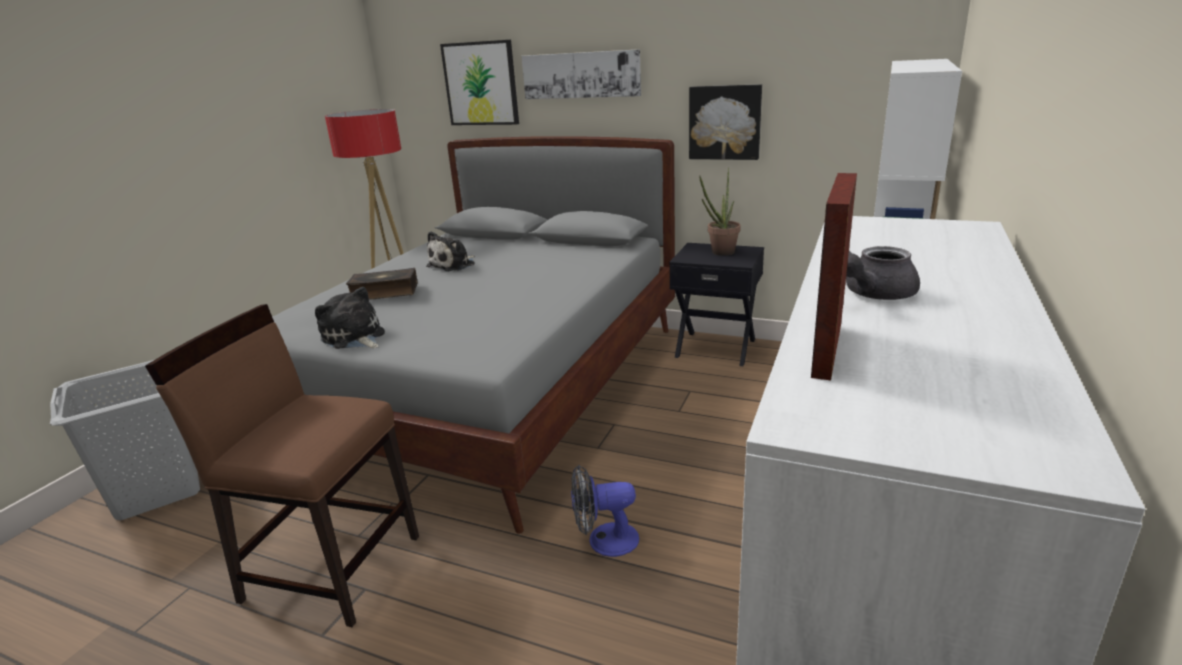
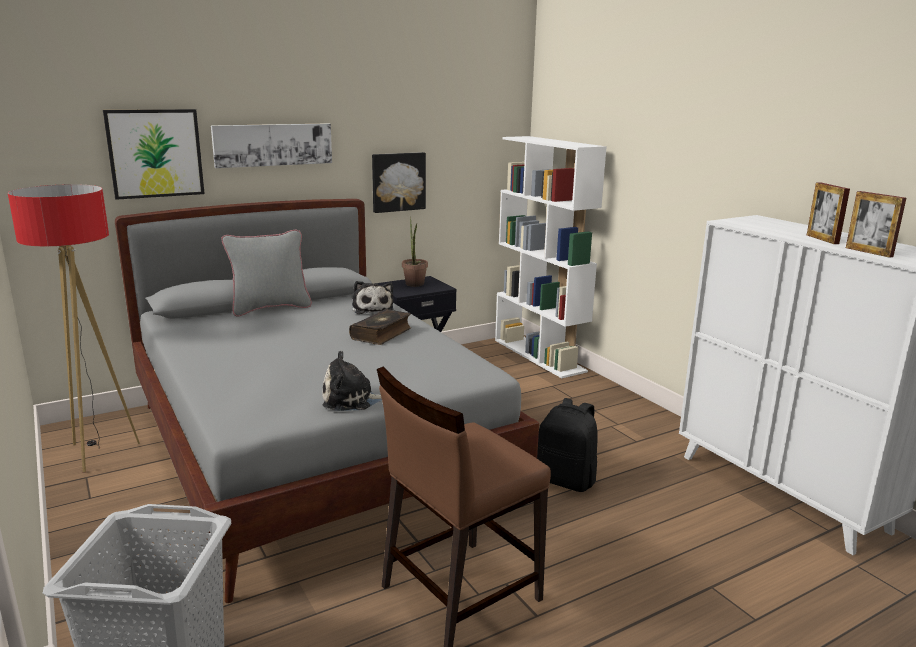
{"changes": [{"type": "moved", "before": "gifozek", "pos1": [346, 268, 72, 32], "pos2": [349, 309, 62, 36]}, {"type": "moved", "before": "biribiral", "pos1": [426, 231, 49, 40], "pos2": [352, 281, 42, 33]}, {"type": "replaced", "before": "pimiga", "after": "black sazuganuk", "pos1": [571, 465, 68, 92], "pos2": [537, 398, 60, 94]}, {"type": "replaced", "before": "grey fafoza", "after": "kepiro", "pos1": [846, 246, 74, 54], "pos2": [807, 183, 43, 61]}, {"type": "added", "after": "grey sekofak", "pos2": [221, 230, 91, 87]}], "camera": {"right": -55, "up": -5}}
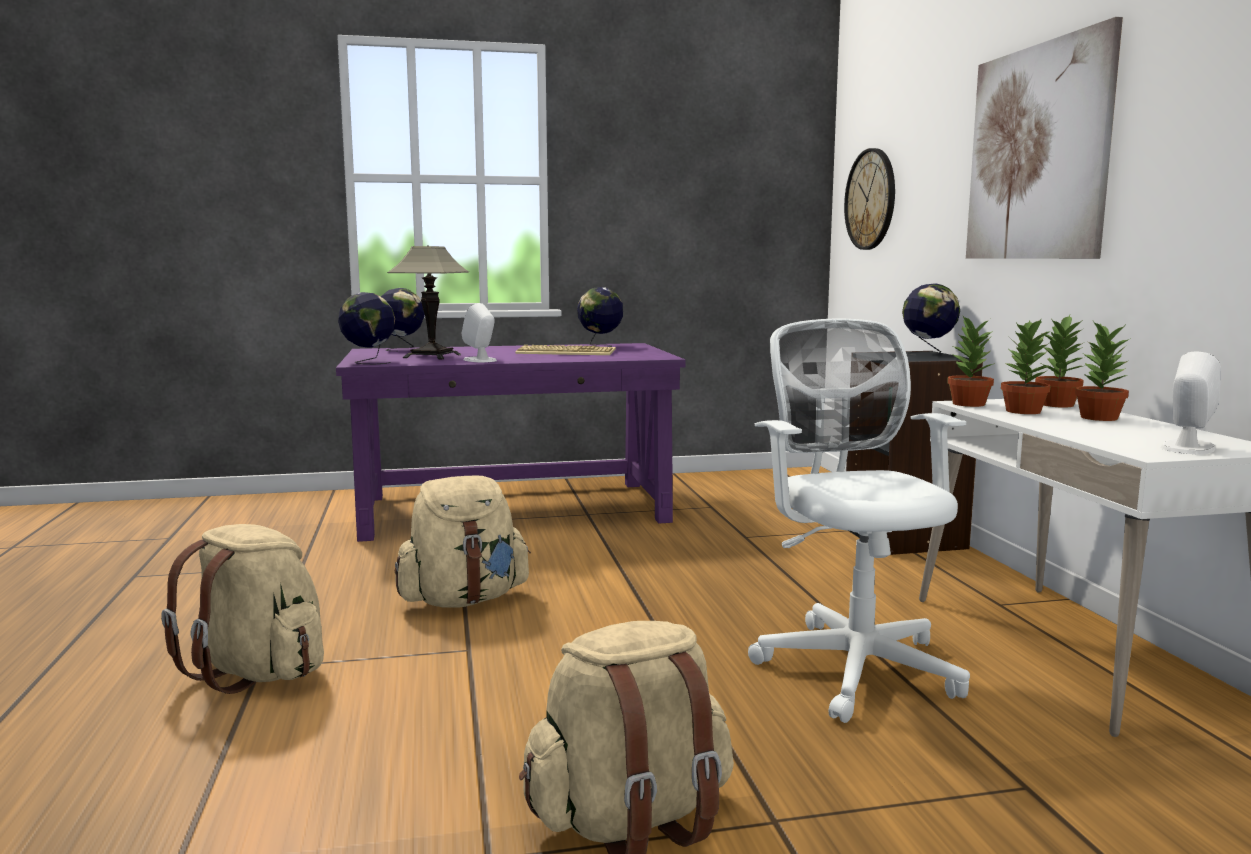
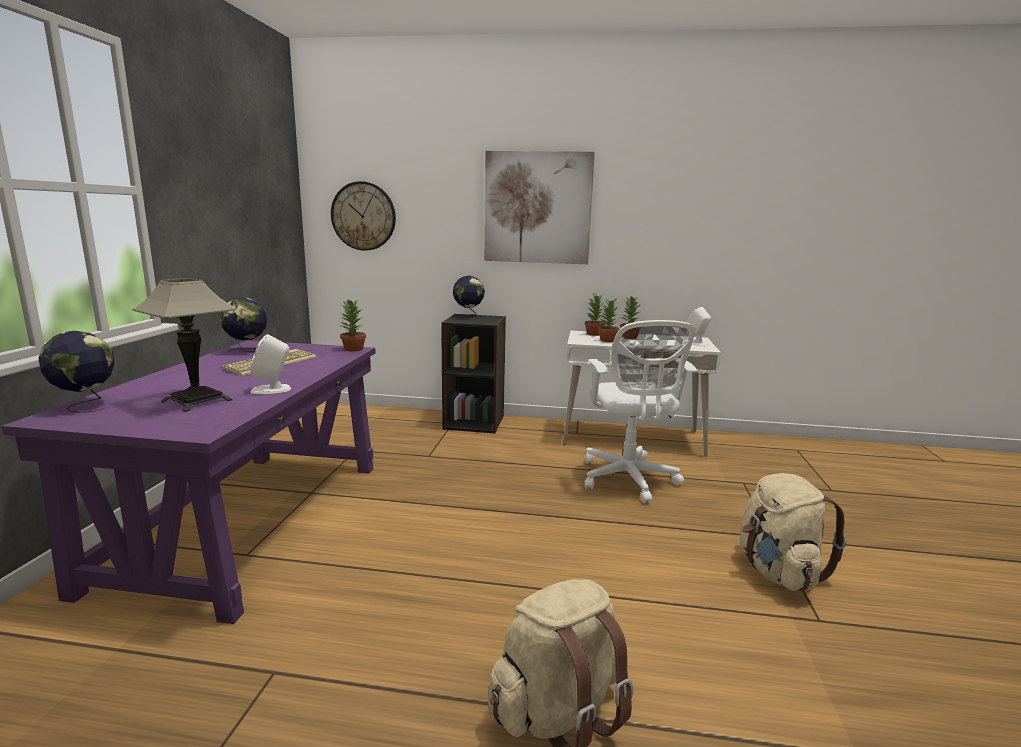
{"changes": [{"type": "removed", "before": "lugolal", "pos1": [338, 292, 57, 72]}, {"type": "removed", "before": "beige sazuganuk", "pos1": [395, 475, 136, 133]}, {"type": "turned", "before": "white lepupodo", "pos1": [748, 319, 222, 404], "pos2": [585, 320, 112, 183], "turn": -105}, {"type": "moved", "before": "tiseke", "pos1": [947, 316, 48, 91], "pos2": [339, 299, 27, 52]}], "camera": {"right": -70, "up": 5}}
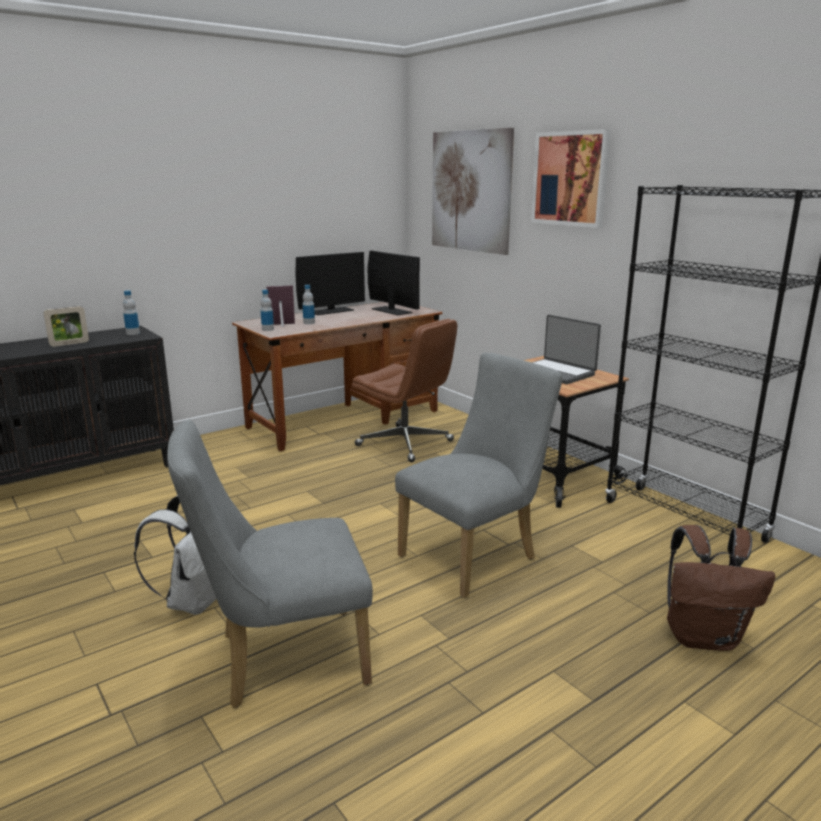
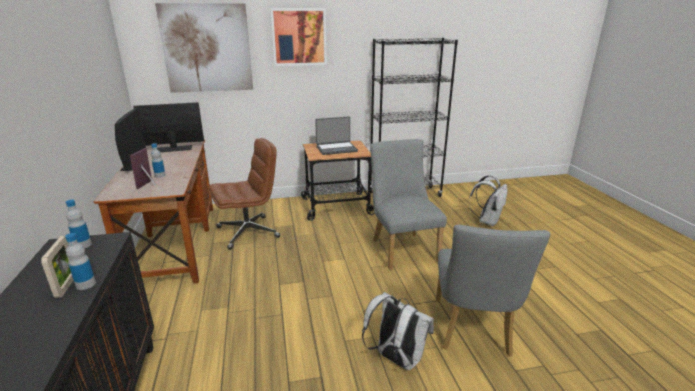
{"changes": [{"type": "moved", "before": "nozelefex", "pos1": [261, 290, 13, 41], "pos2": [65, 233, 31, 57]}, {"type": "recoloured", "before": "brown sazuganuk", "after": "white sazuganuk", "pos1": [667, 525, 108, 126], "pos2": [468, 175, 39, 51]}], "camera": {"right": -65, "up": 5}}
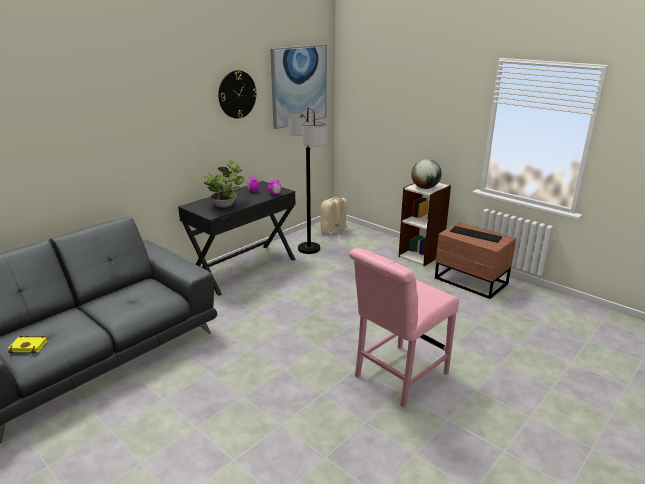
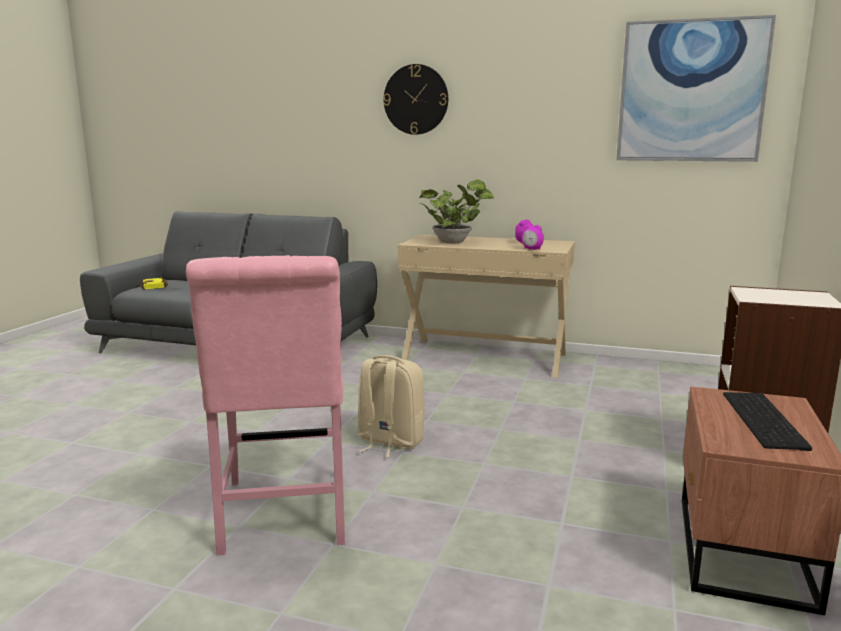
{"changes": [{"type": "recoloured", "before": "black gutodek", "after": "beige gutodek", "pos1": [178, 181, 118, 115], "pos2": [398, 235, 177, 143]}, {"type": "moved", "before": "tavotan", "pos1": [218, 70, 39, 49], "pos2": [383, 64, 65, 71]}, {"type": "removed", "before": "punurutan", "pos1": [288, 107, 40, 147]}, {"type": "moved", "before": "beige sazuganuk", "pos1": [320, 197, 29, 40], "pos2": [357, 355, 68, 103]}, {"type": "turned", "before": "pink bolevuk", "pos1": [349, 248, 110, 160], "pos2": [186, 255, 159, 300], "turn": -120}, {"type": "removed", "before": "lugolal", "pos1": [411, 159, 31, 30]}], "camera": {"right": 65, "up": -10}}
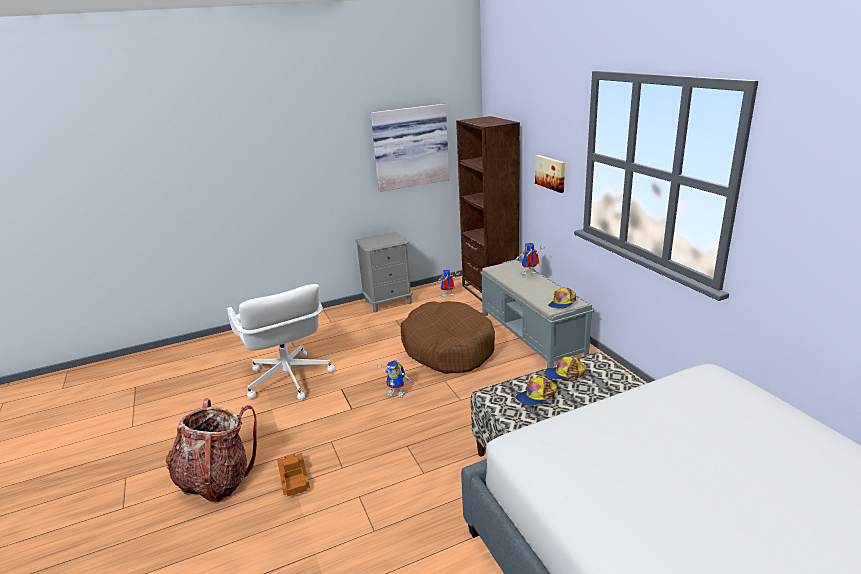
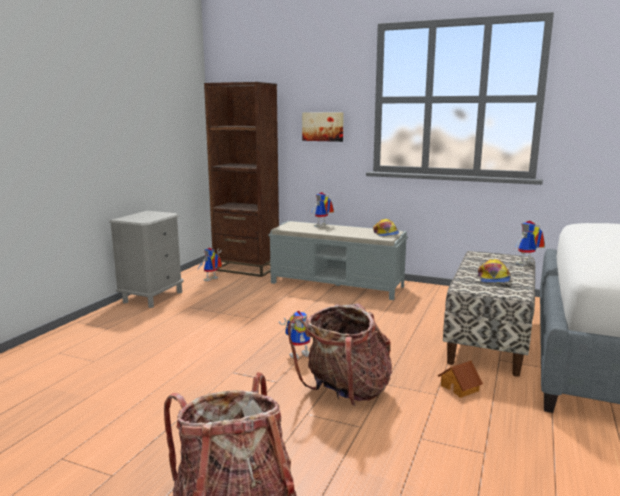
{"changes": [{"type": "removed", "before": "white lepupodo", "pos1": [227, 284, 108, 116]}, {"type": "removed", "before": "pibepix", "pos1": [277, 453, 33, 43]}, {"type": "removed", "before": "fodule", "pos1": [371, 104, 78, 88]}, {"type": "removed", "before": "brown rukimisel", "pos1": [401, 301, 94, 73]}, {"type": "removed", "before": "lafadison", "pos1": [545, 357, 42, 22]}, {"type": "added", "after": "sazuganuk", "pos2": [288, 303, 104, 103]}, {"type": "added", "after": "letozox", "pos2": [438, 361, 45, 37]}, {"type": "added", "after": "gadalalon", "pos2": [514, 221, 31, 44]}], "camera": {"right": -45, "up": -10}}
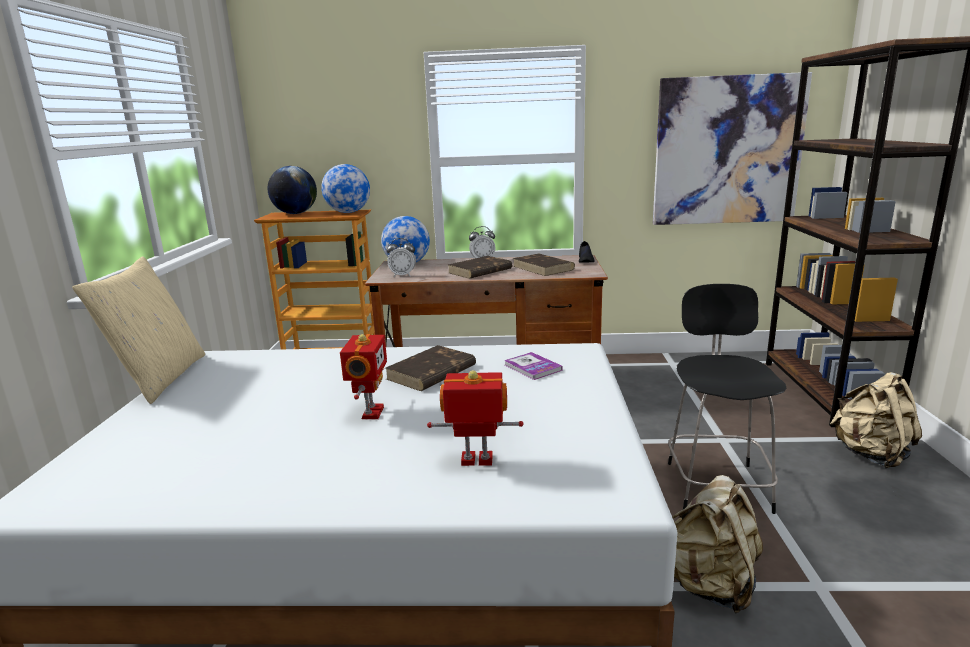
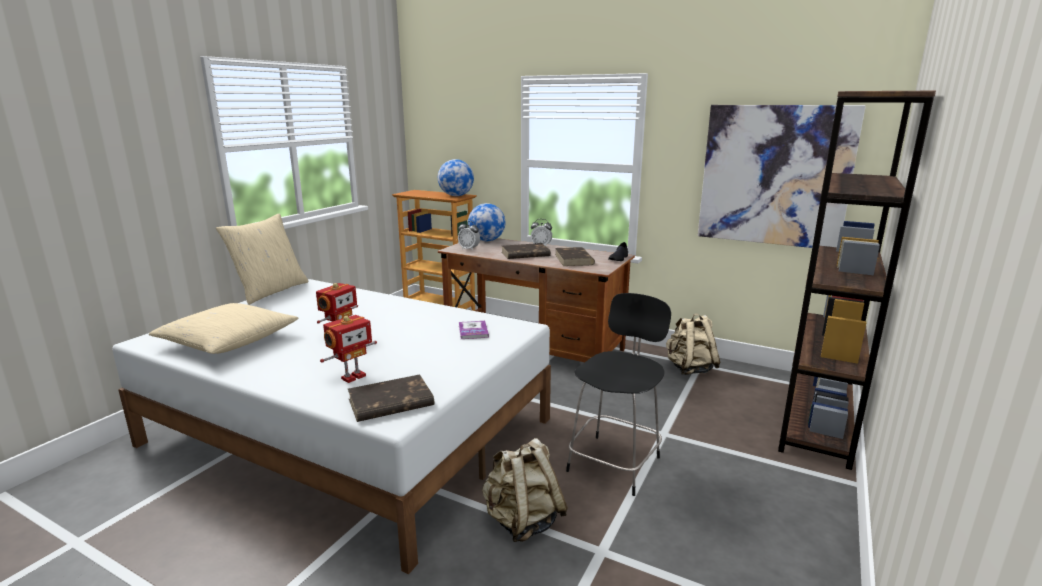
{"changes": [{"type": "removed", "before": "lugolal", "pos1": [268, 166, 49, 48]}, {"type": "moved", "before": "brown gifozek", "pos1": [385, 345, 91, 46], "pos2": [348, 374, 86, 48]}, {"type": "turned", "before": "gadalalon", "pos1": [427, 370, 97, 96], "pos2": [320, 315, 57, 68], "turn": 105}, {"type": "moved", "before": "beige sazuganuk", "pos1": [830, 372, 92, 96], "pos2": [666, 314, 54, 61]}, {"type": "added", "after": "beige sekofak", "pos2": [149, 303, 149, 51]}], "camera": {"right": 25, "up": 0}}
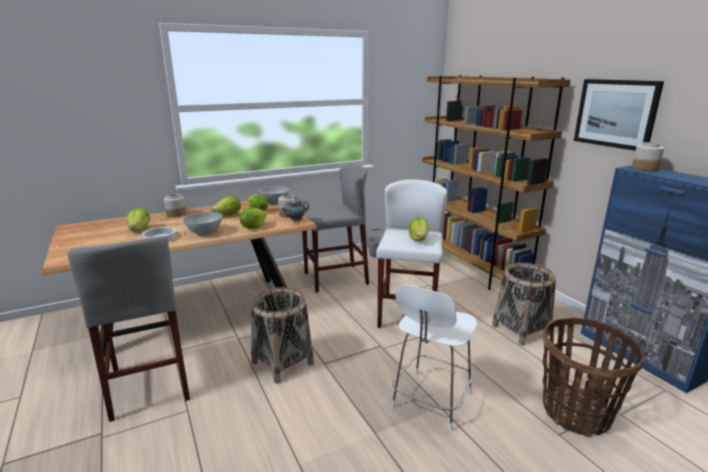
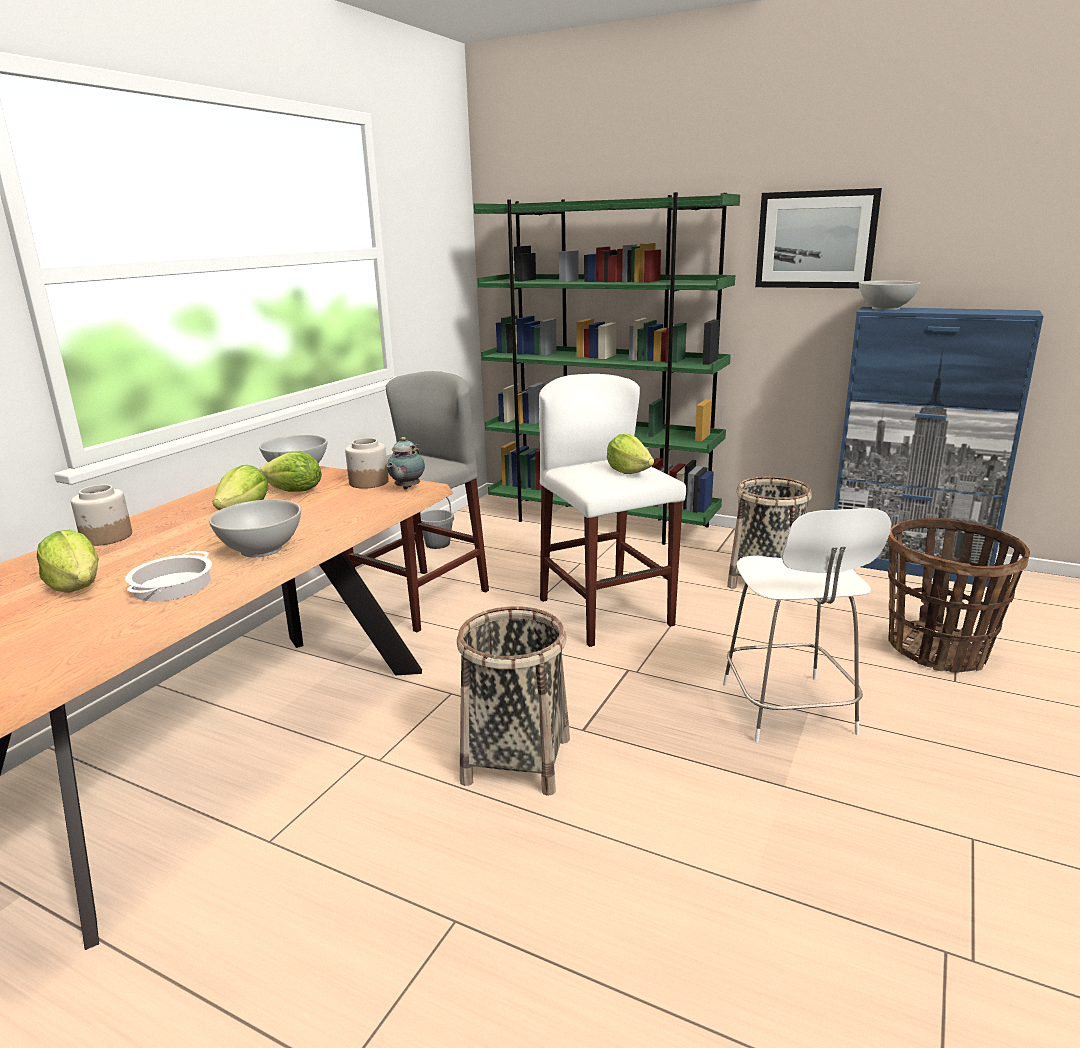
{"changes": [{"type": "removed", "before": "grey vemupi", "pos1": [67, 236, 123, 186]}, {"type": "removed", "before": "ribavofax", "pos1": [239, 208, 28, 21]}, {"type": "recoloured", "before": "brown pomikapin", "after": "green pomikapin", "pos1": [422, 75, 149, 215], "pos2": [474, 192, 266, 353]}, {"type": "replaced", "before": "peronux", "after": "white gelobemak", "pos1": [632, 142, 32, 29], "pos2": [859, 280, 61, 30]}], "camera": {"right": -35, "up": 0}}
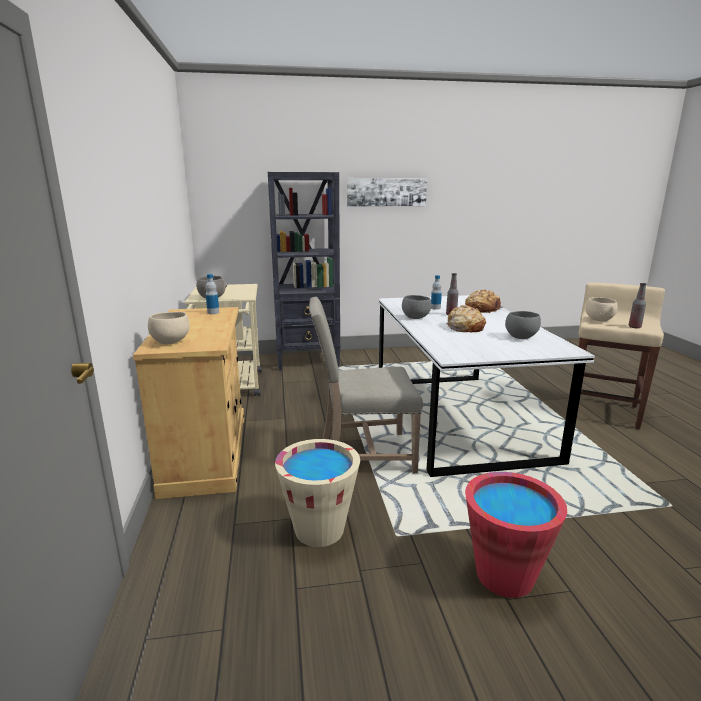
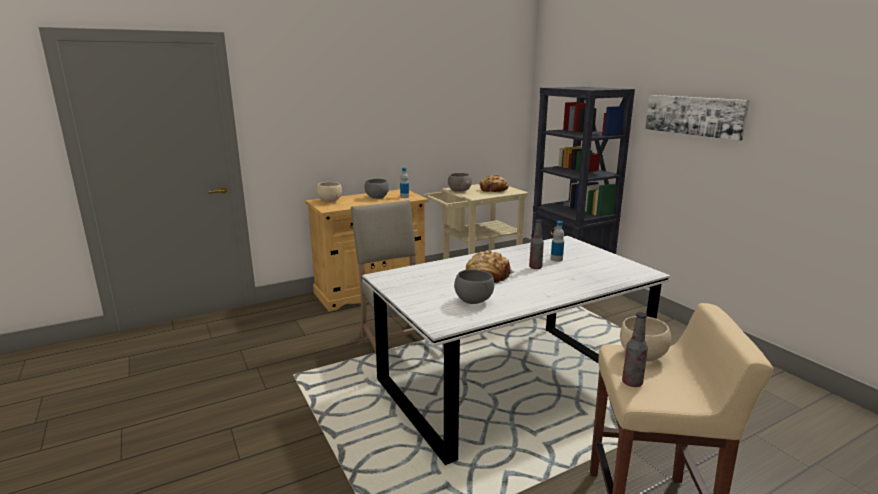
{"changes": [{"type": "removed", "before": "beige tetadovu", "pos1": [275, 439, 85, 108]}, {"type": "moved", "before": "grey gelobemak", "pos1": [402, 295, 29, 24], "pos2": [365, 179, 24, 20]}, {"type": "moved", "before": "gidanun", "pos1": [465, 289, 39, 24], "pos2": [479, 174, 30, 18]}, {"type": "removed", "before": "red tetadovu", "pos1": [465, 472, 102, 126]}], "camera": {"right": 70, "up": 0}}
